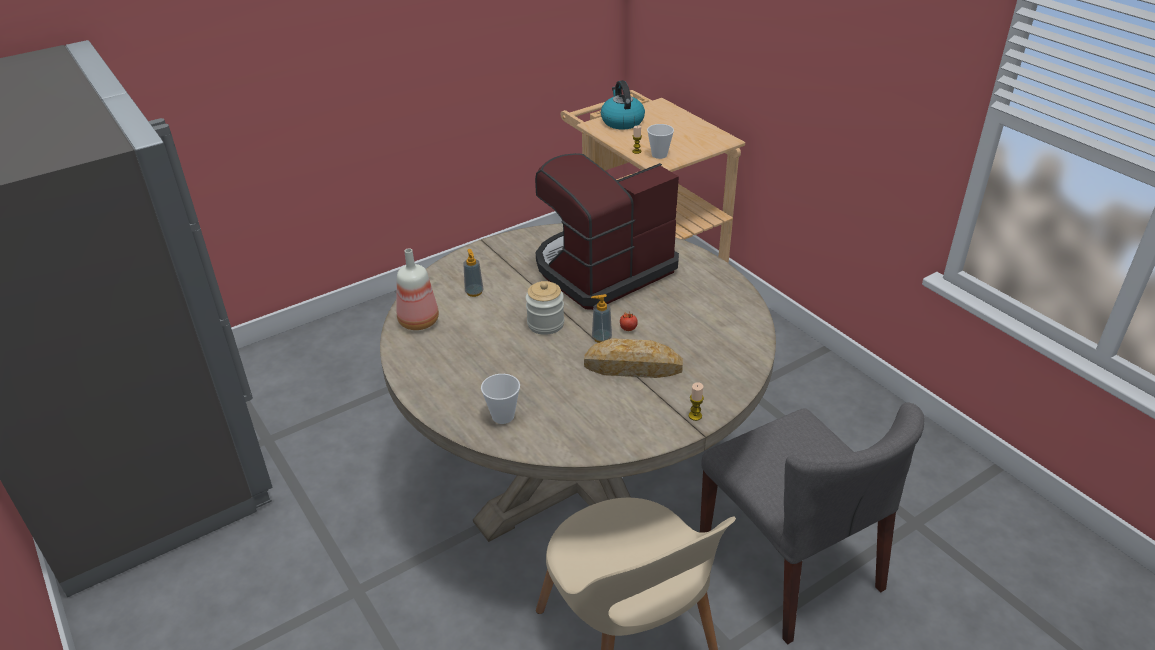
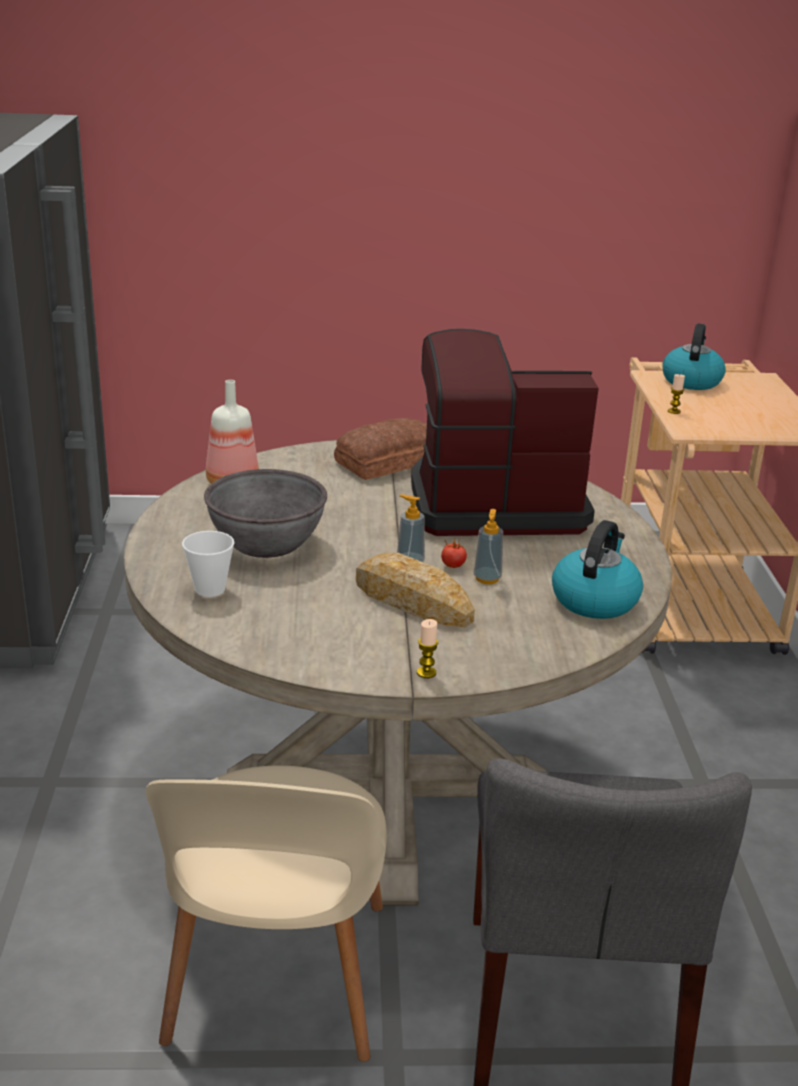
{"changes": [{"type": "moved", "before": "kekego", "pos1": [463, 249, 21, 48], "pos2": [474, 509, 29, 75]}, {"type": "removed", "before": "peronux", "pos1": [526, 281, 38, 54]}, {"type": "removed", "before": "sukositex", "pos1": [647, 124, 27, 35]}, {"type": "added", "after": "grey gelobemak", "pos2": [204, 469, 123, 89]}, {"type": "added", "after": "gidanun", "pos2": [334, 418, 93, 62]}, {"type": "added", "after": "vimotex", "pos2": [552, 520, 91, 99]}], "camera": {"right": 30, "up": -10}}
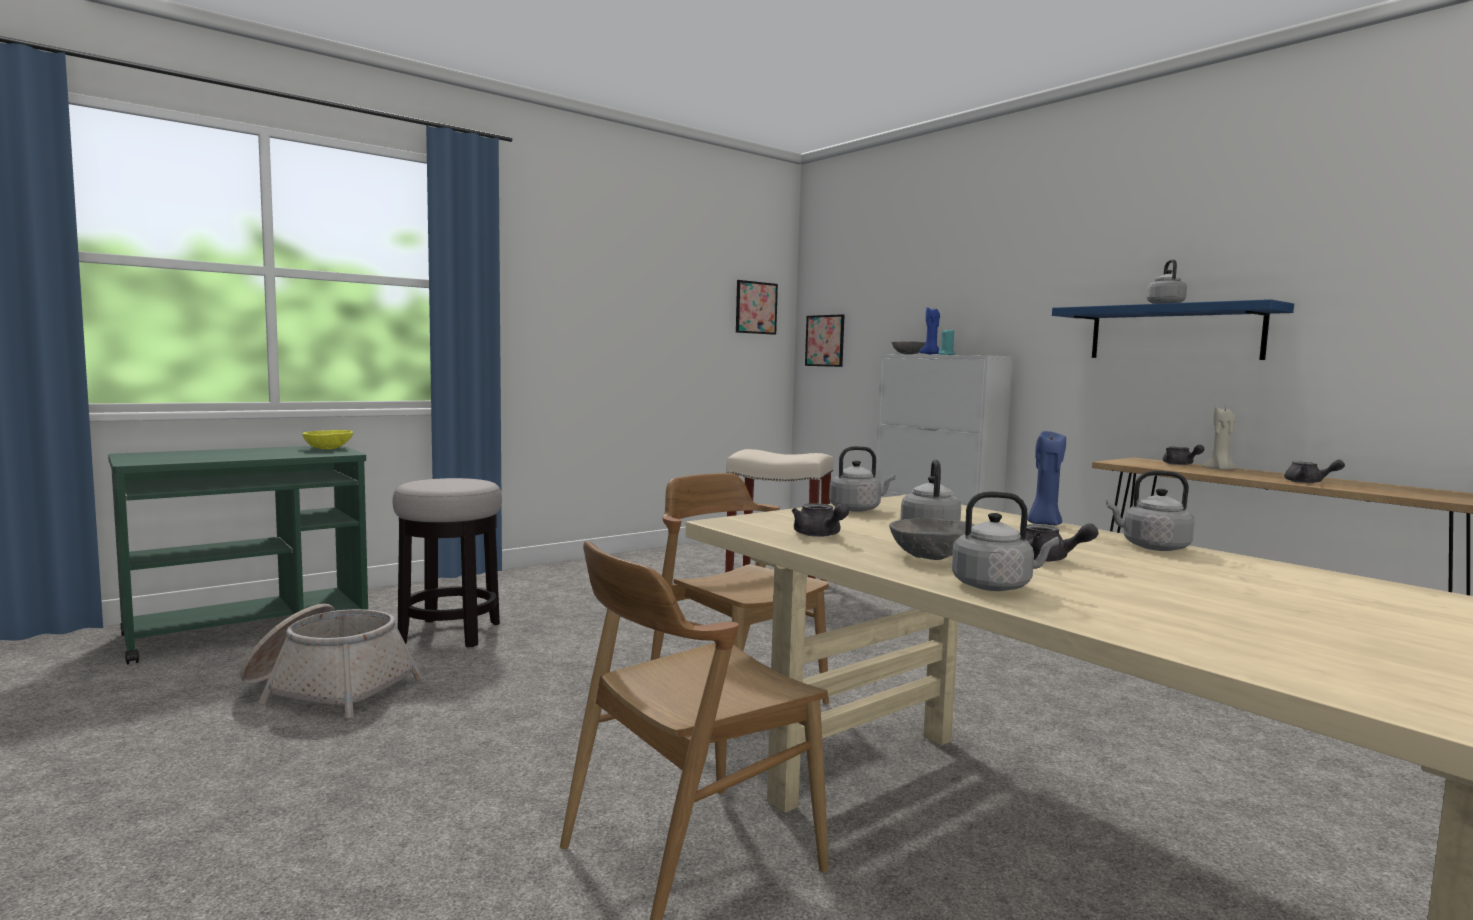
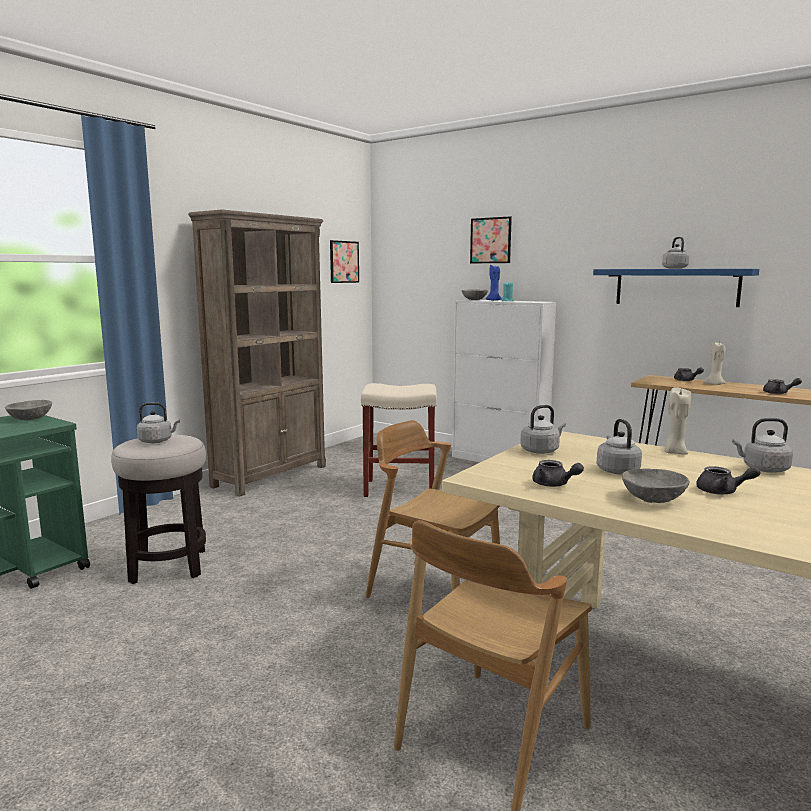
{"changes": [{"type": "removed", "before": "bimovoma", "pos1": [240, 604, 183, 114]}, {"type": "recoloured", "before": "yellow gelobemak", "after": "grey gelobemak", "pos1": [302, 430, 51, 19], "pos2": [5, 400, 47, 20]}, {"type": "moved", "before": "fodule", "pos1": [805, 314, 39, 53], "pos2": [470, 216, 42, 47]}, {"type": "moved", "before": "grey vimotex", "pos1": [952, 492, 107, 99], "pos2": [137, 402, 43, 41]}, {"type": "recoloured", "before": "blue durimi", "after": "beige durimi", "pos1": [1027, 431, 39, 95], "pos2": [664, 387, 27, 68]}, {"type": "added", "after": "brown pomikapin", "pos2": [188, 209, 138, 287]}], "camera": {"right": -15, "up": 5}}
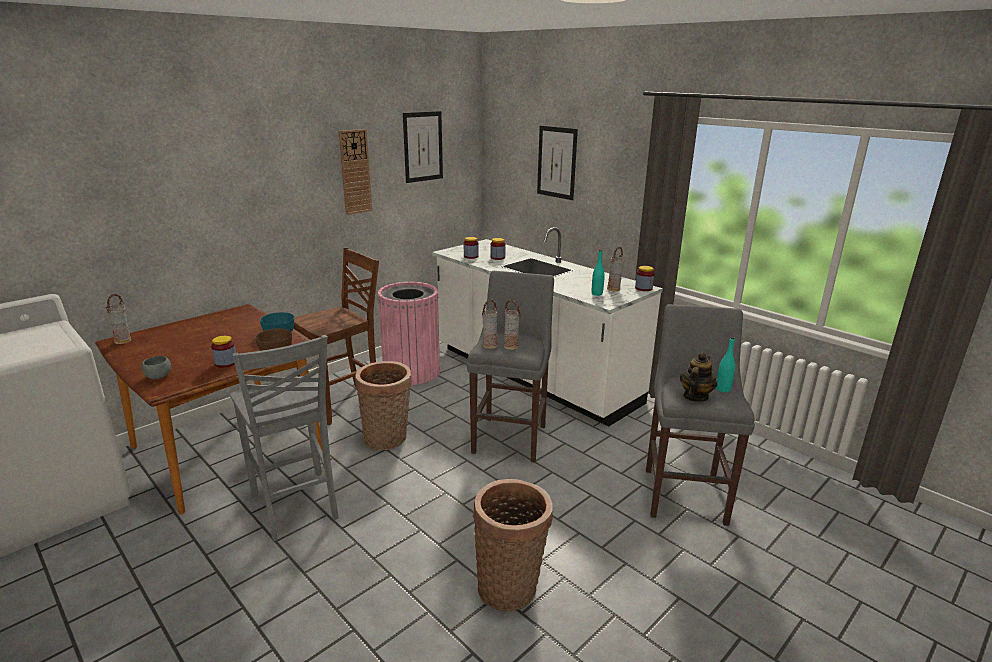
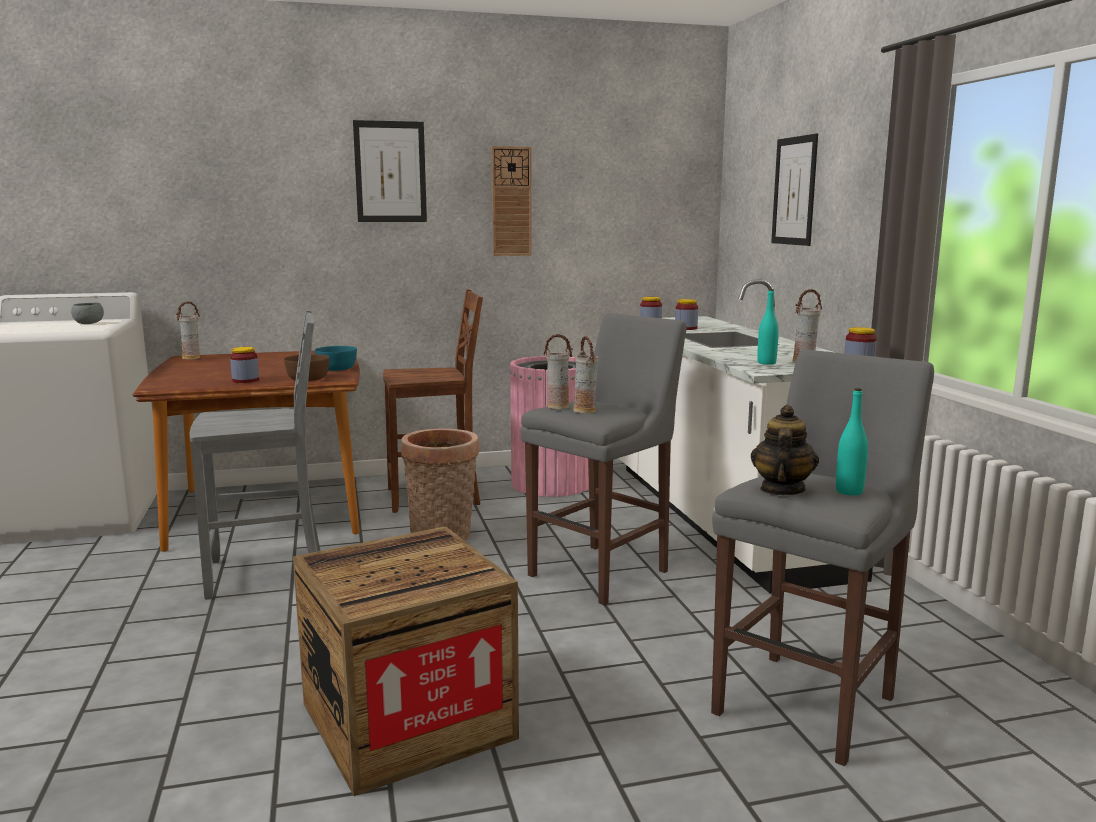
{"changes": [{"type": "moved", "before": "grey gelobemak", "pos1": [142, 356, 29, 23], "pos2": [71, 302, 33, 22]}, {"type": "turned", "before": "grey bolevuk", "pos1": [230, 335, 109, 206], "pos2": [190, 311, 131, 289], "turn": -105}, {"type": "moved", "before": "fodule", "pos1": [403, 111, 40, 72], "pos2": [353, 120, 74, 102]}, {"type": "replaced", "before": "bimovoma", "after": "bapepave", "pos1": [473, 479, 80, 132], "pos2": [293, 526, 226, 270]}, {"type": "turned", "before": "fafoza", "pos1": [680, 353, 37, 49], "pos2": [751, 405, 68, 90], "turn": -45}], "camera": {"right": 30, "up": -10}}
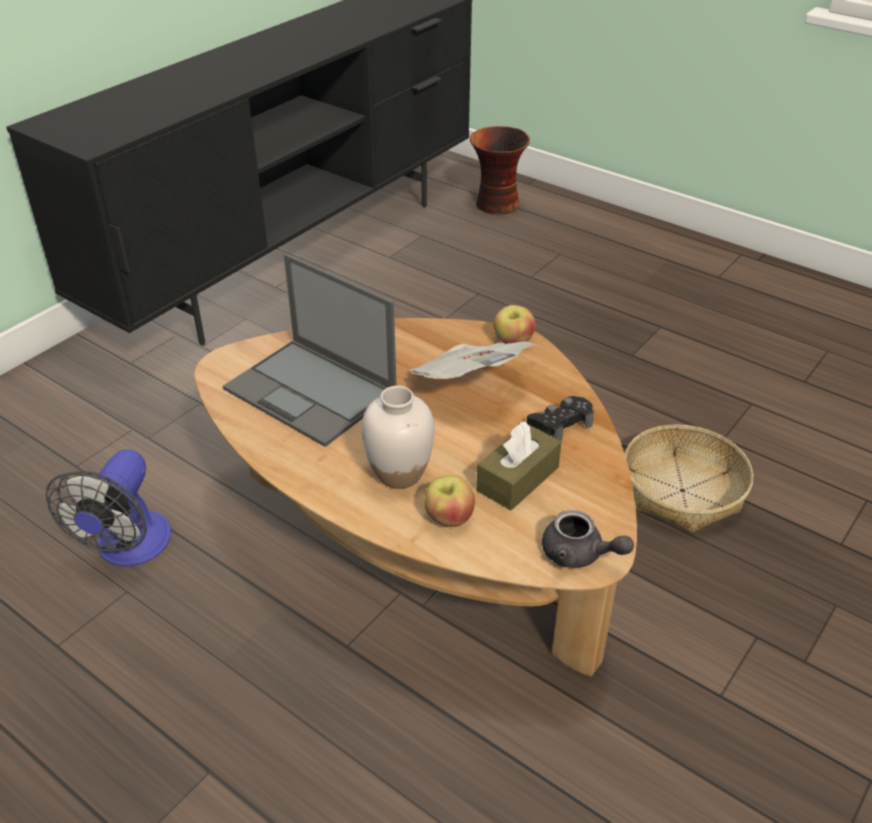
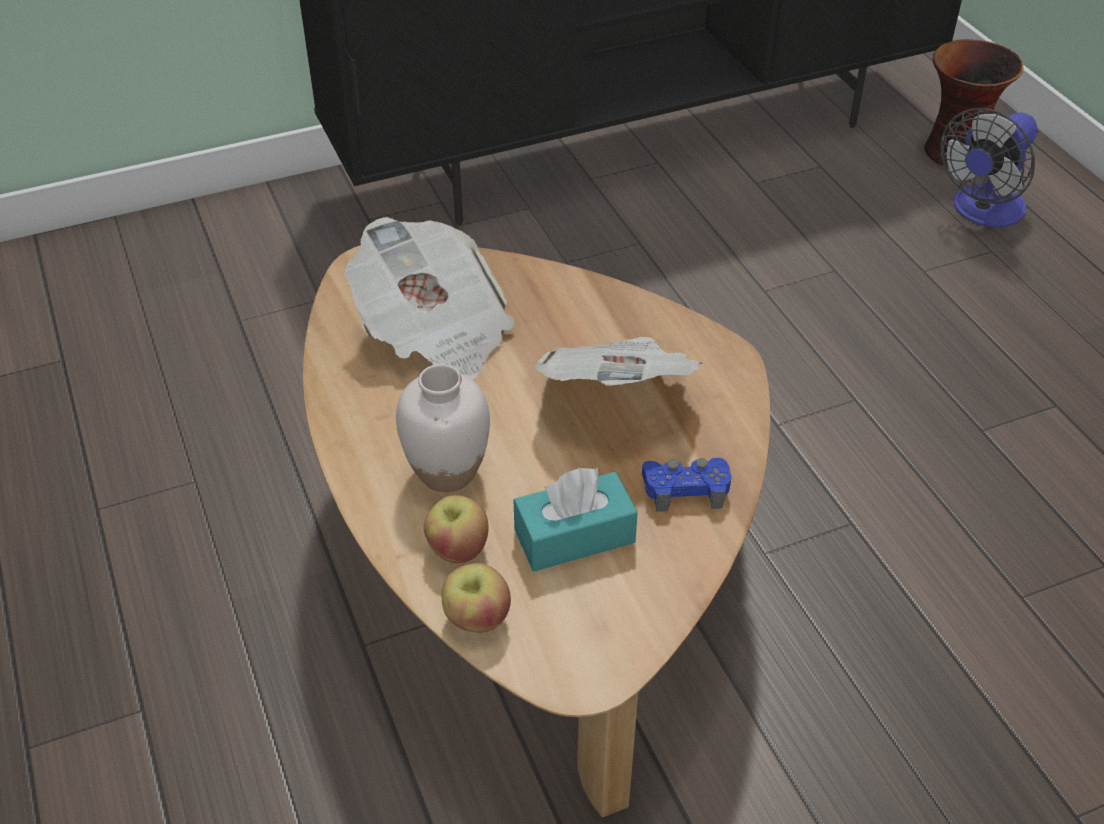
{"changes": [{"type": "moved", "before": "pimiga", "pos1": [46, 449, 125, 118], "pos2": [940, 108, 98, 119]}, {"type": "replaced", "before": "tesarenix", "after": "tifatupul", "pos1": [223, 253, 174, 194], "pos2": [345, 217, 170, 163]}, {"type": "recoloured", "before": "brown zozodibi", "after": "turquoise zozodibi", "pos1": [476, 421, 85, 90], "pos2": [514, 468, 124, 104]}, {"type": "moved", "before": "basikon", "pos1": [493, 305, 42, 39], "pos2": [442, 563, 69, 70]}, {"type": "recoloured", "before": "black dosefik", "after": "blue dosefik", "pos1": [527, 396, 67, 45], "pos2": [642, 458, 90, 54]}, {"type": "removed", "before": "grey fafoza", "pos1": [542, 510, 92, 58]}, {"type": "removed", "before": "bimovoma", "pos1": [625, 424, 128, 109]}], "camera": {"right": 30, "up": 5}}
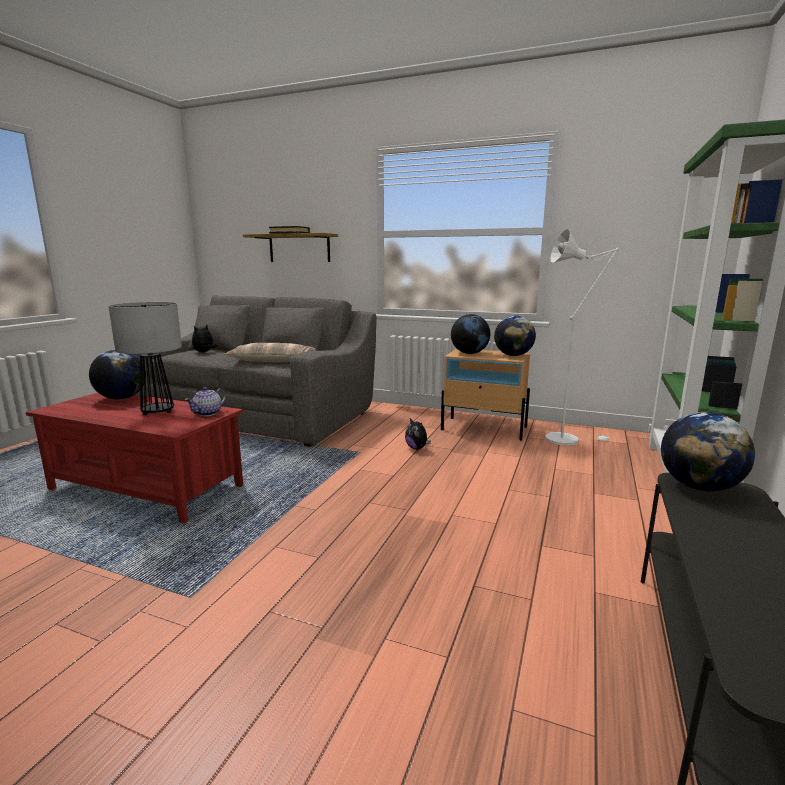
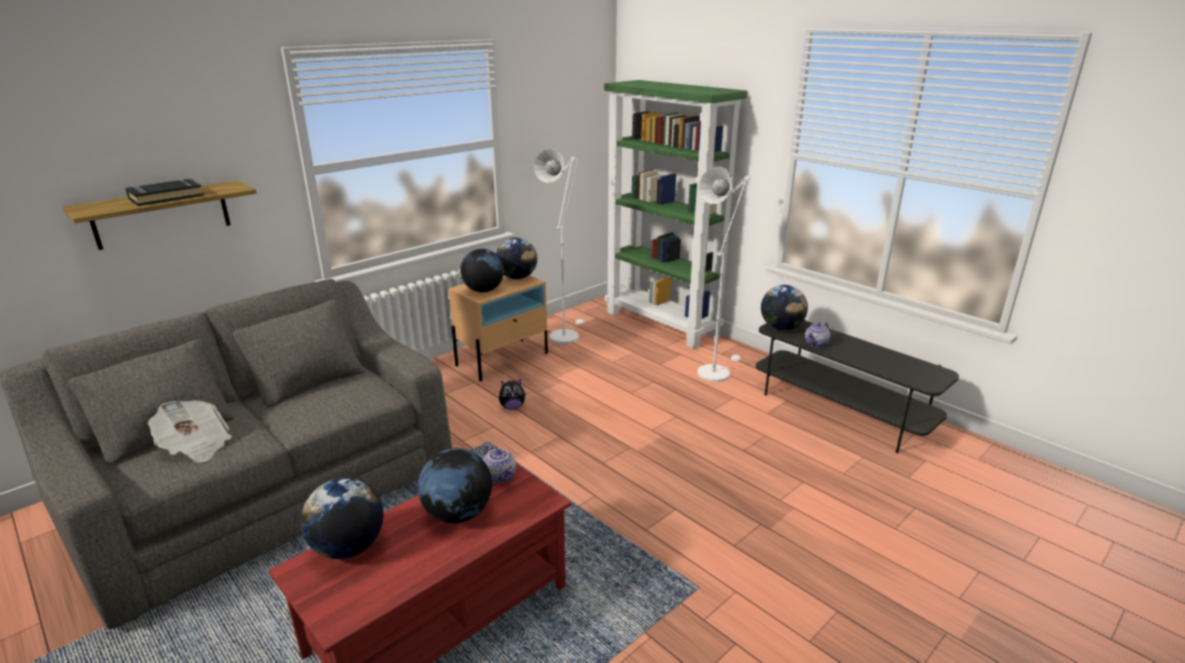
{"changes": [{"type": "replaced", "before": "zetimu", "after": "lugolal", "pos1": [108, 302, 74, 113], "pos2": [418, 448, 74, 75]}, {"type": "replaced", "before": "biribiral", "after": "tifatupul", "pos1": [192, 325, 25, 27], "pos2": [148, 400, 84, 63]}, {"type": "removed", "before": "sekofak", "pos1": [224, 343, 92, 19]}, {"type": "added", "after": "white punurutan", "pos2": [697, 167, 54, 215]}, {"type": "added", "after": "fafoza", "pos2": [805, 322, 25, 25]}], "camera": {"right": -65, "up": 10}}
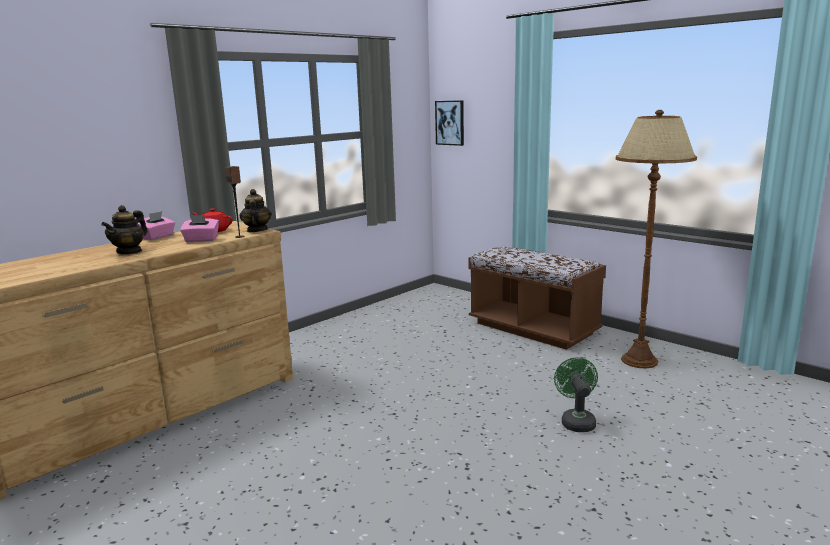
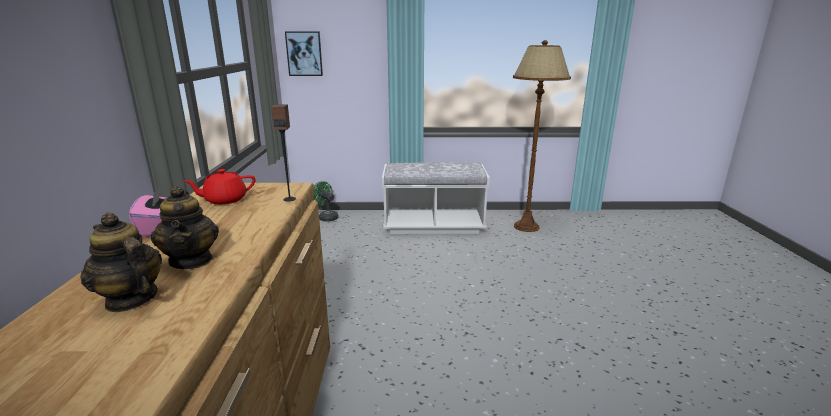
{"changes": [{"type": "removed", "before": "pink zozodibi", "pos1": [180, 215, 39, 27]}, {"type": "moved", "before": "fafoza", "pos1": [240, 189, 32, 43], "pos2": [80, 213, 82, 99]}, {"type": "recoloured", "before": "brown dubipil", "after": "white dubipil", "pos1": [469, 246, 137, 104], "pos2": [382, 162, 108, 72]}, {"type": "moved", "before": "green pimiga", "pos1": [554, 357, 44, 75], "pos2": [313, 181, 25, 41]}], "camera": {"right": -45, "up": 5}}
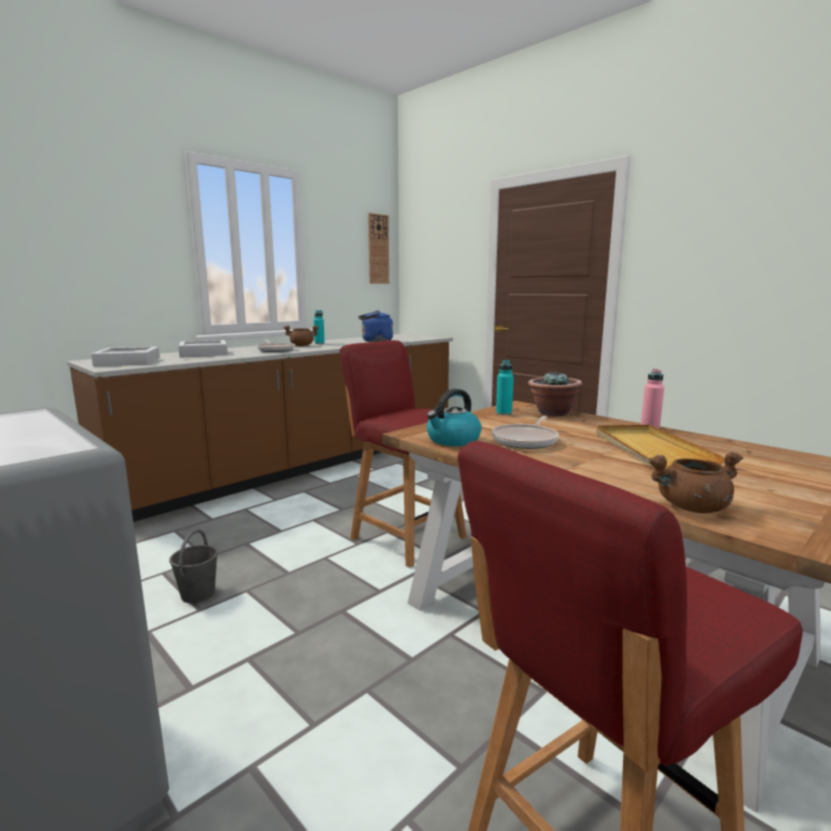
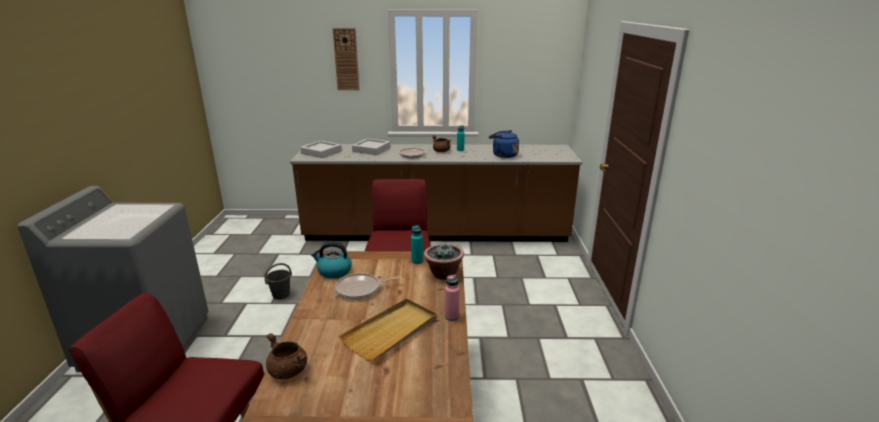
{"changes": [{"type": "moved", "before": "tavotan", "pos1": [368, 213, 21, 71], "pos2": [333, 28, 27, 62]}], "camera": {"right": 45, "up": 10}}
